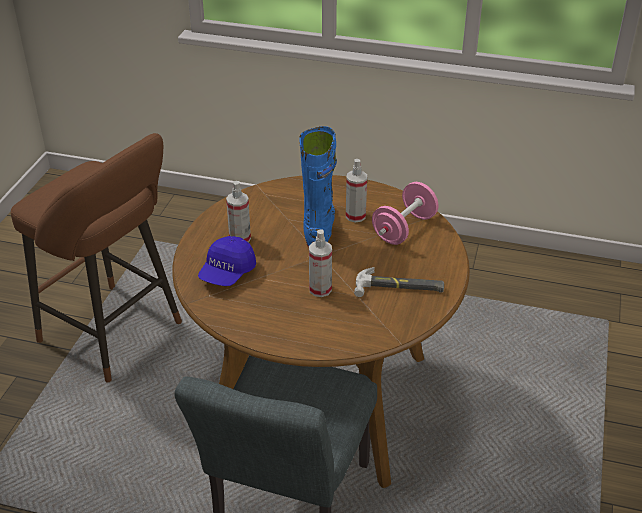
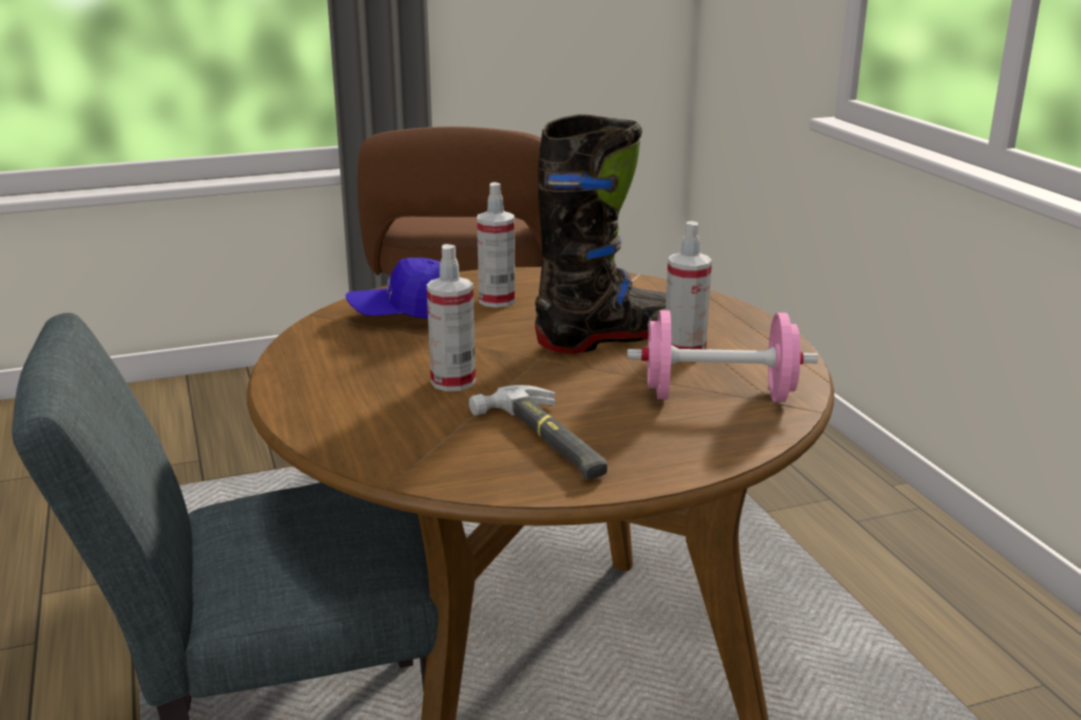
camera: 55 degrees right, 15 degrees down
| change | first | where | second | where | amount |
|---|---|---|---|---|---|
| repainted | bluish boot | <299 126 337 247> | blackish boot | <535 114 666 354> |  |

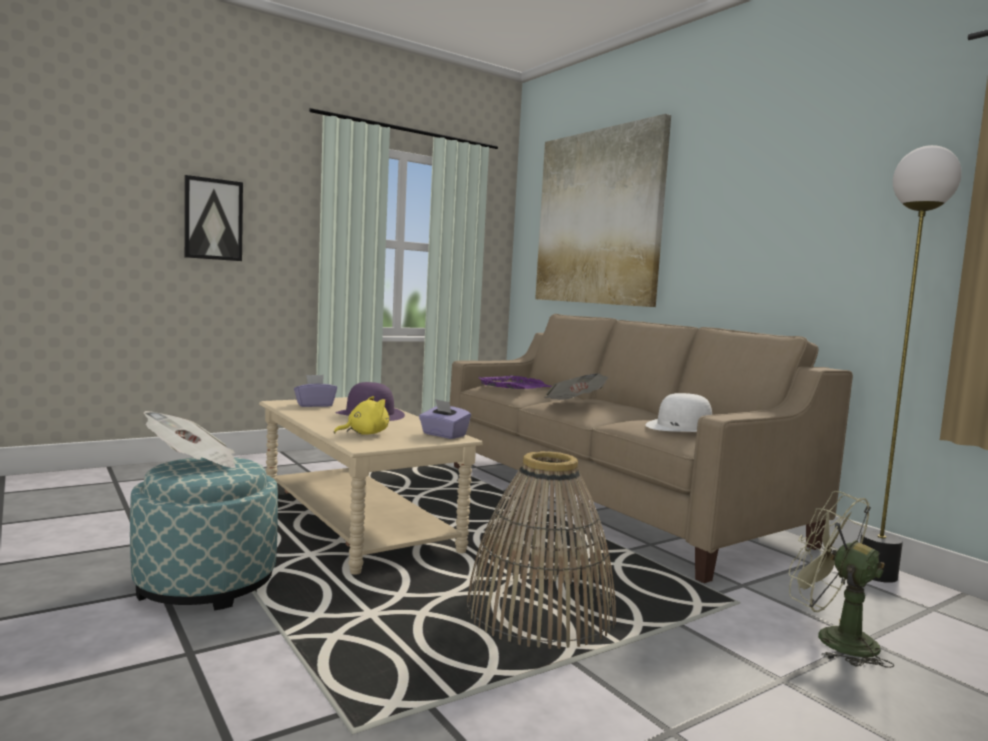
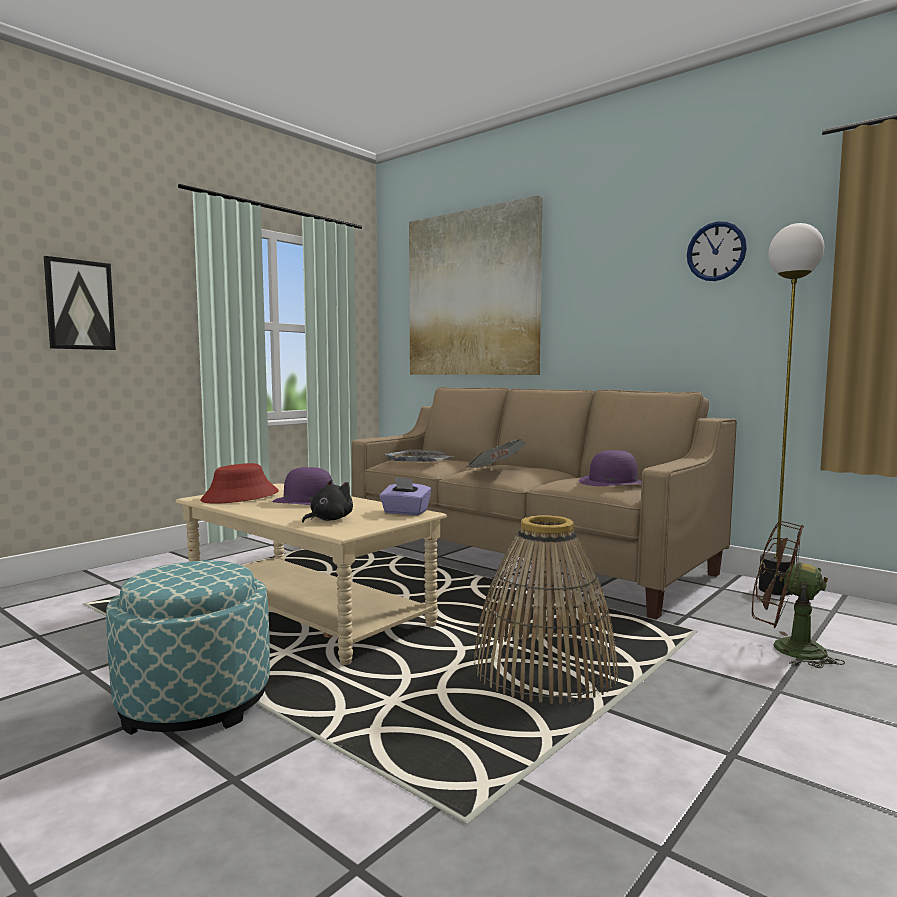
camera: 15 degrees left, 0 degrees up
| change | first | where | second | where | amount |
|---|---|---|---|---|---|
| gone | daily paper | <144 411 236 468> |  |  |  |
| new |  |  | hanging clock | <687 221 747 281> |  |
| swapped | purplish tissue holder | <294 375 337 407> | red clothing hat | <200 463 279 504> |  |
| repainted | yellowish plush toy | <334 396 389 435> | blackish plush toy | <302 480 353 523> |  |
| repainted | purplish tray | <478 375 551 389> | grey tray | <384 449 454 462> |  |
| repainted | white clothing hat | <645 393 712 432> | purplish clothing hat | <579 450 642 486> |  |
| repainted | green-coloured cooling fan | <789 491 894 668> | brownish cooling fan | <752 521 845 668> |  |

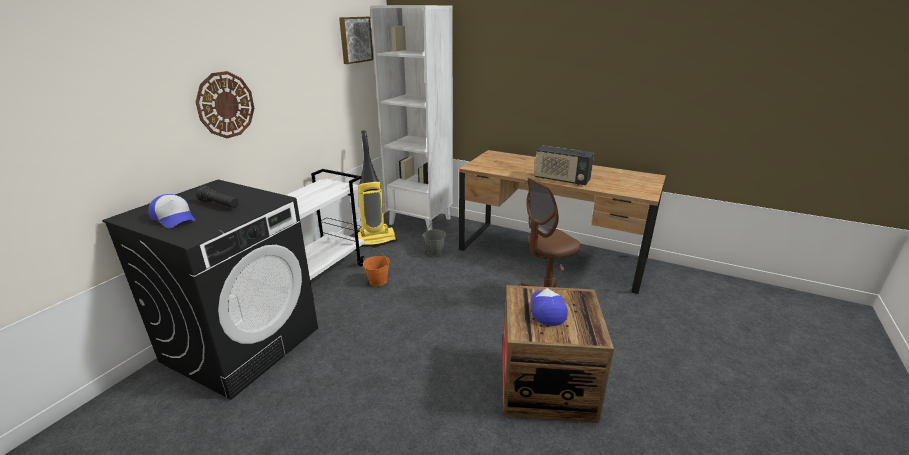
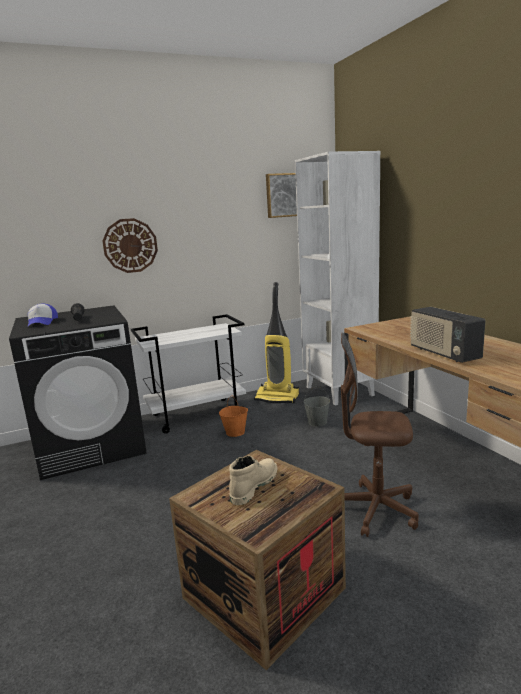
camera: 40 degrees right, 10 degrees down
| change | first | where | second | where | amount |
|---|---|---|---|---|---|
| swapped | cap | <531 288 568 326> | beige-coloured boot | <229 456 277 505> |  |

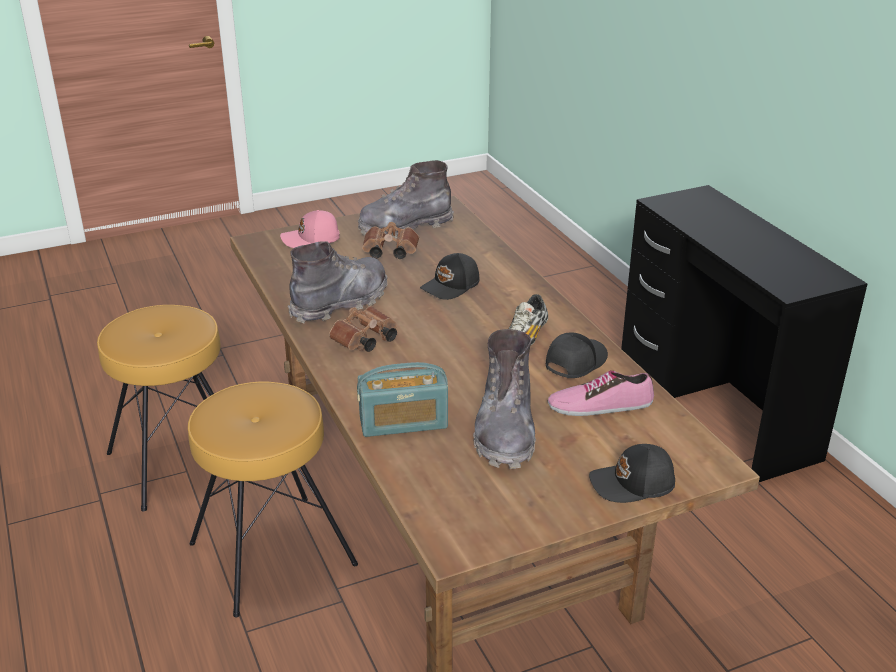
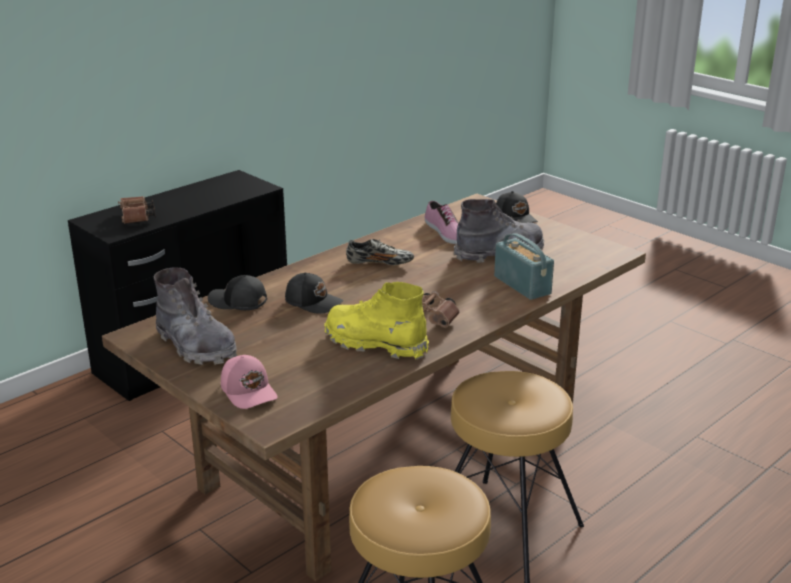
camera: 110 degrees left, 5 degrees down
| change | first | where | second | where | amount |
|---|---|---|---|---|---|
| shifted | brownish binoculars | <362 222 419 259> |  | <118 196 156 224> |  |
| shifted | blackish cap | <546 332 608 378> |  | <208 275 267 310> |  |
| repainted | grey boot | <288 241 388 324> | yellowish boot | <324 282 429 359> |  |

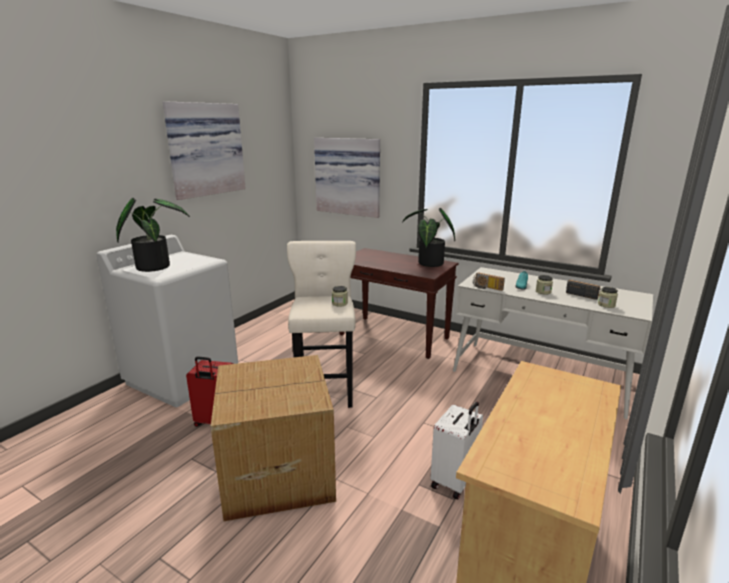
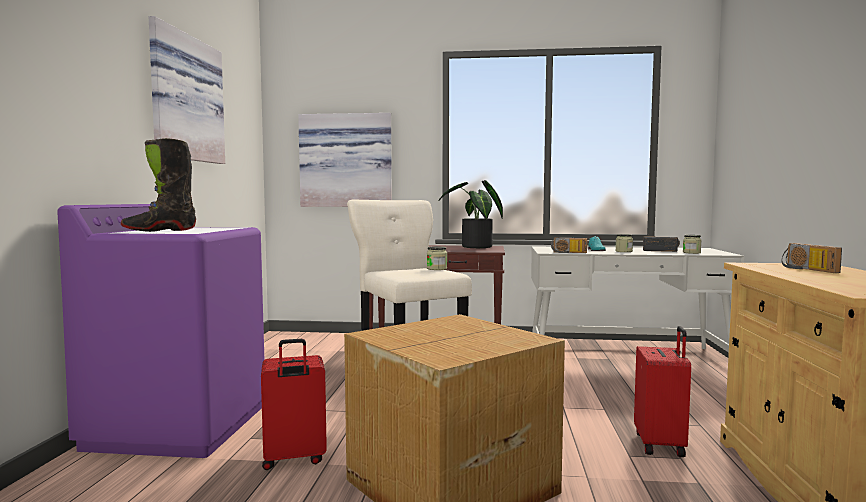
camera: 25 degrees left, 15 degrees down
| change | first | where | second | where | amount |
|---|---|---|---|---|---|
| new |  |  | radio set | <782 243 842 273> |  |
| swapped | plant in a pot | <116 198 190 272> | blackish boot | <121 138 196 232> |  |
| repainted | white laundry appliance | <96 235 238 407> | purplish laundry appliance | <57 204 264 458> |  |
| repainted | white suitcase | <431 402 483 499> | red suitcase | <634 326 691 457> |  |

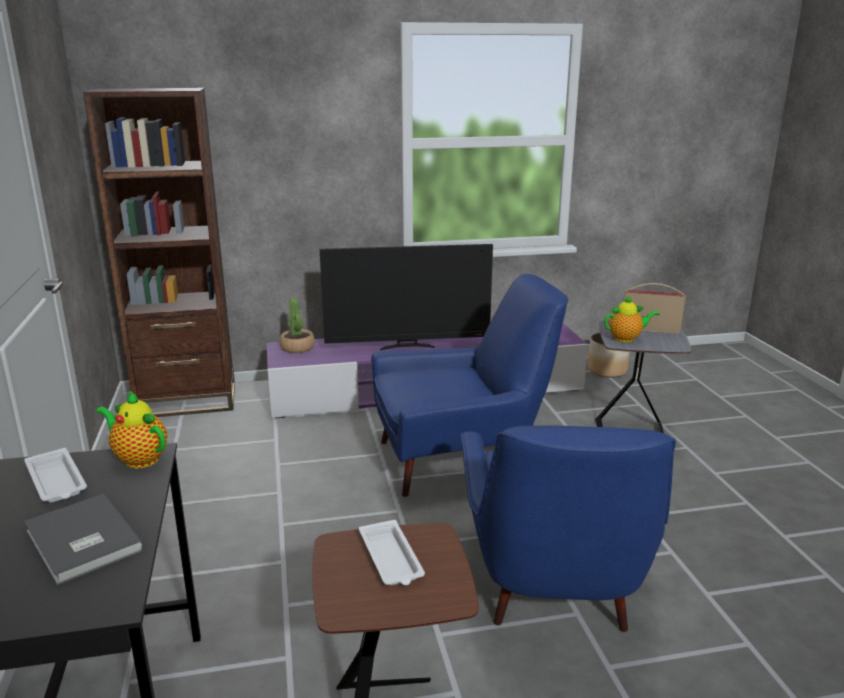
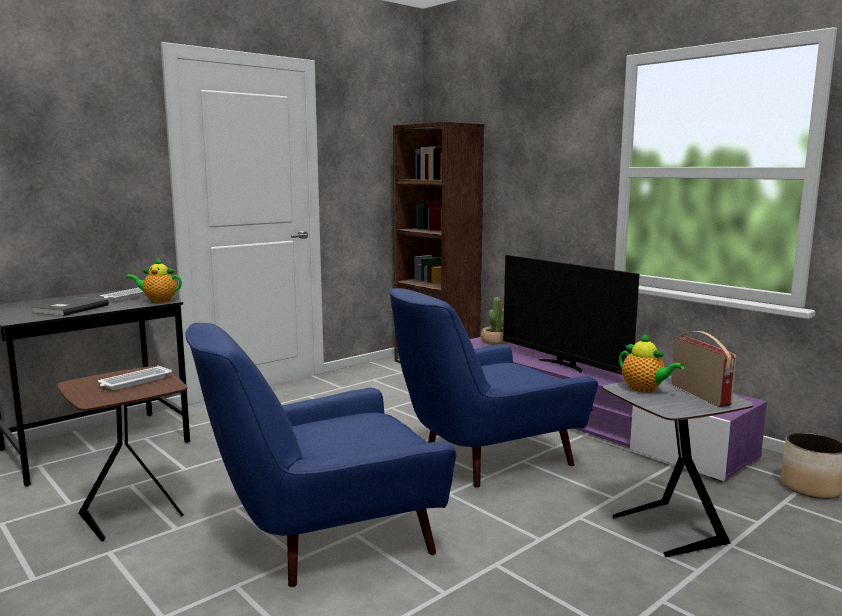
camera: 60 degrees right, 10 degrees down
| change | first | where | second | where | amount |
|---|---|---|---|---|---|
| rotated | teapot | <96 391 167 469> |  | <126 258 182 303> | 90 degrees counterclockwise |
| rotated | bluish armchair | <371 274 568 497> |  | <389 288 598 488> | 105 degrees clockwise |

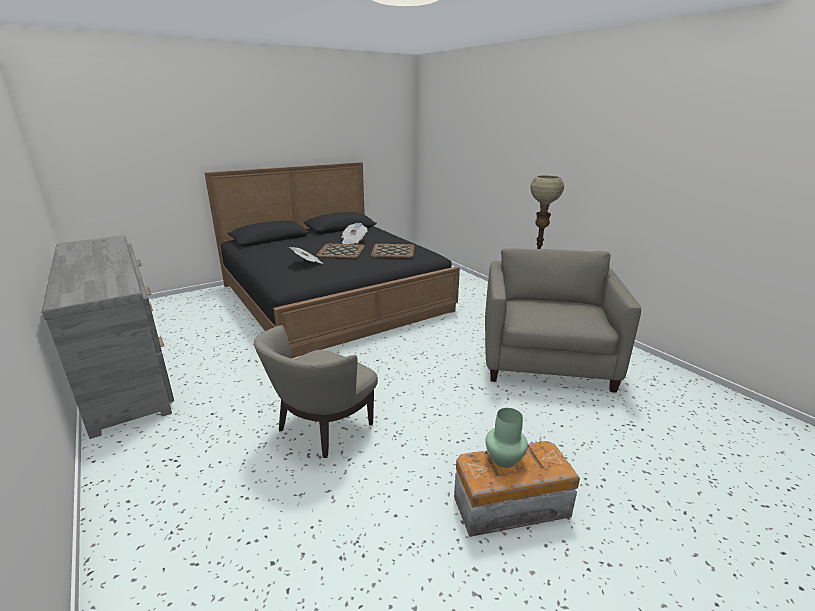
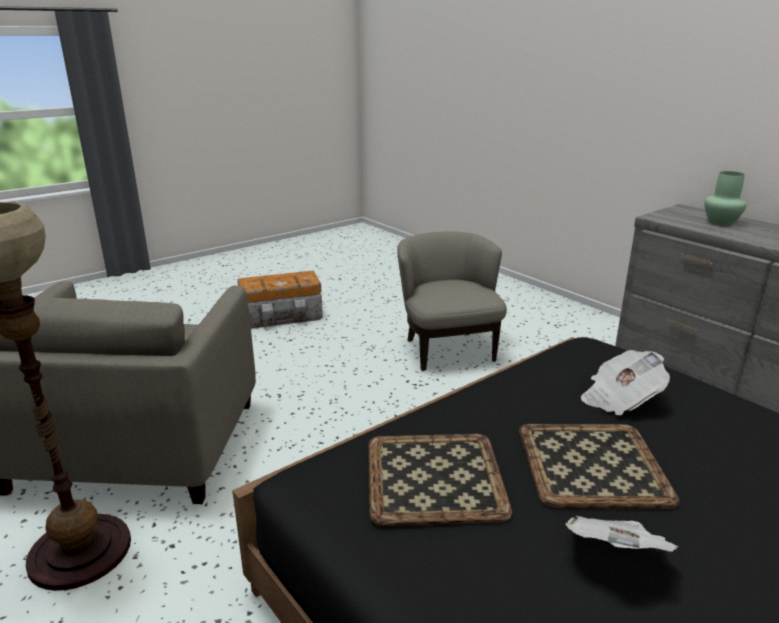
camera: 175 degrees right, 0 degrees up
| change | first | where | second | where | amount |
|---|---|---|---|---|---|
| shifted | green-coloured decorative vase | <486 408 528 468> |  | <704 171 747 226> |  |
| rotated | beige-coloured armchair | <254 325 378 458> |  | <397 231 507 371> | 45 degrees counterclockwise |

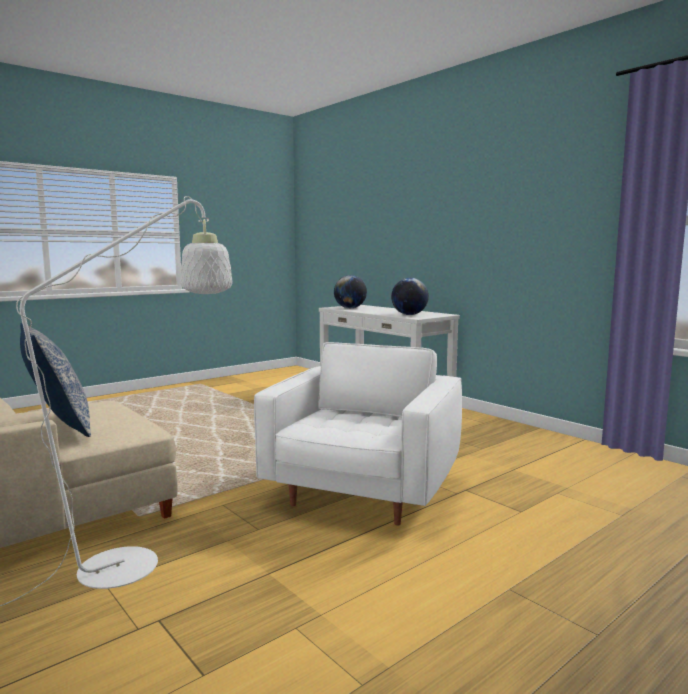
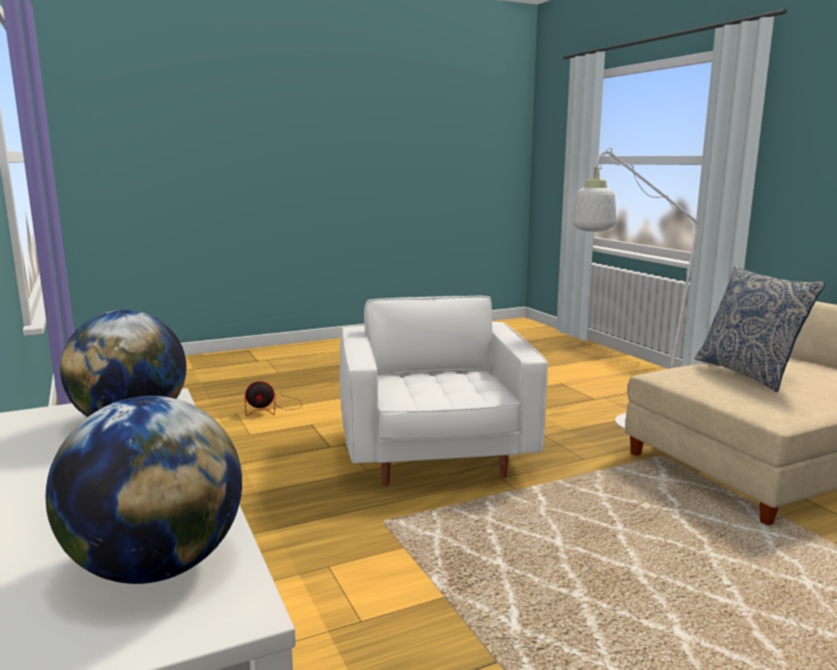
camera: 165 degrees left, 5 degrees up
| change | first | where | second | where | amount |
|---|---|---|---|---|---|
| new |  |  | cooling fan | <245 381 302 416> |  |
| rotated | white armchair | <254 342 462 525> |  | <340 296 548 486> | 135 degrees clockwise |

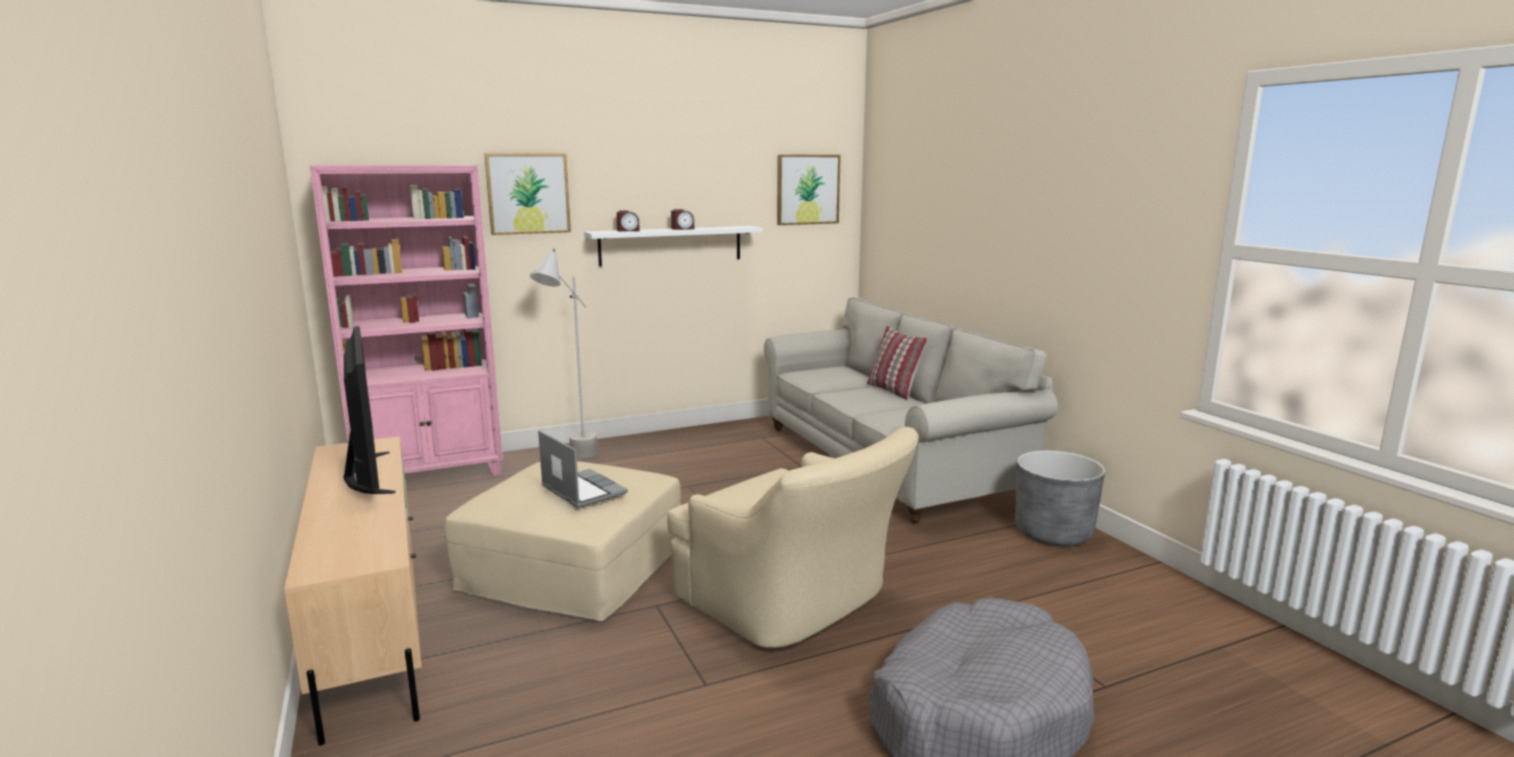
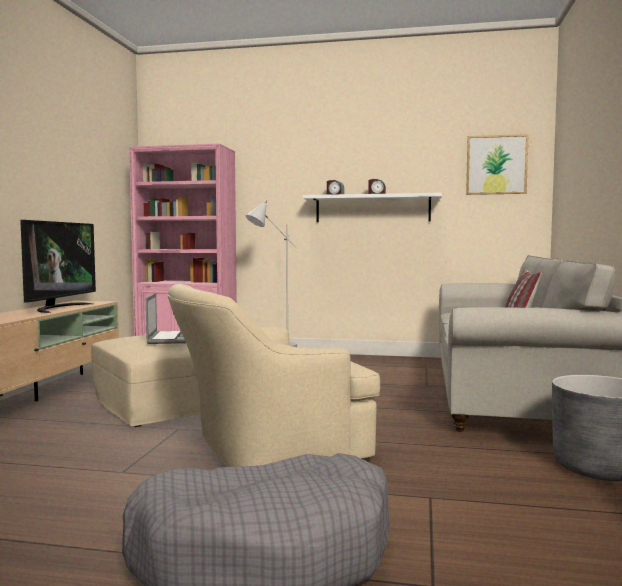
camera: 35 degrees right, 10 degrees down
| change | first | where | second | where | amount |
|---|---|---|---|---|---|
| gone | picture | <484 153 571 235> |  |  |  |
| rotated | beige-coloured armchair | <667 427 919 648> |  | <167 284 380 467> | 75 degrees clockwise |

